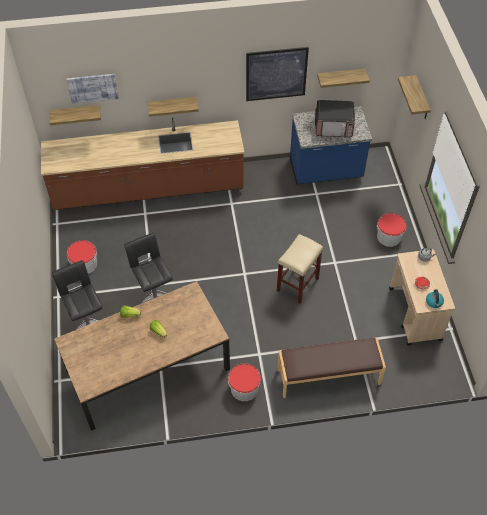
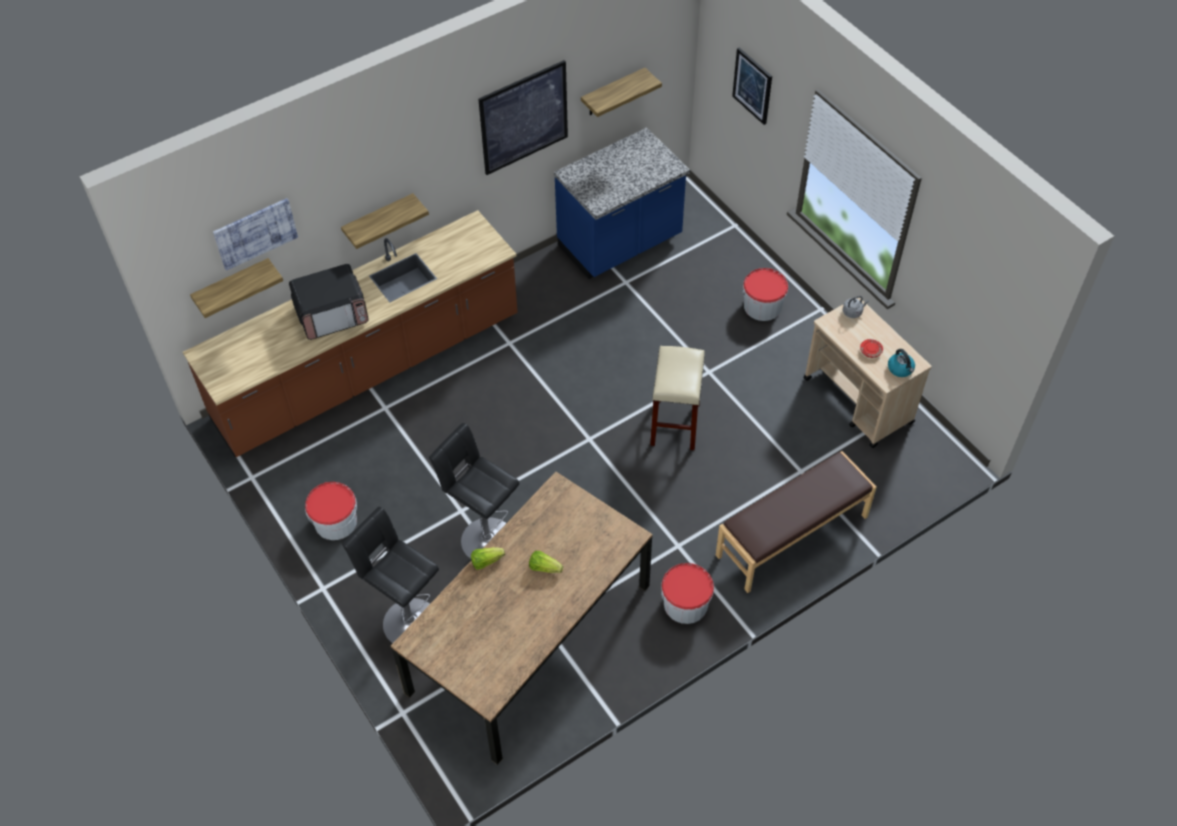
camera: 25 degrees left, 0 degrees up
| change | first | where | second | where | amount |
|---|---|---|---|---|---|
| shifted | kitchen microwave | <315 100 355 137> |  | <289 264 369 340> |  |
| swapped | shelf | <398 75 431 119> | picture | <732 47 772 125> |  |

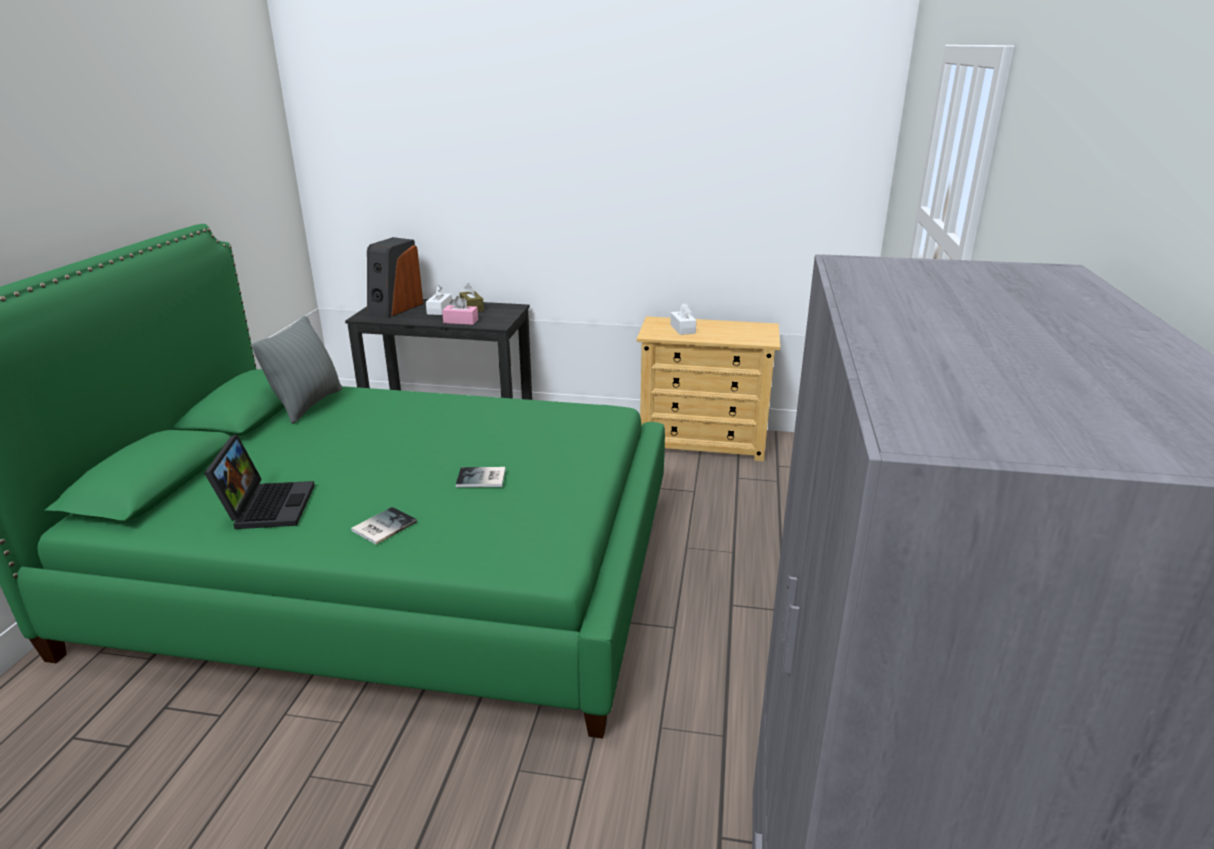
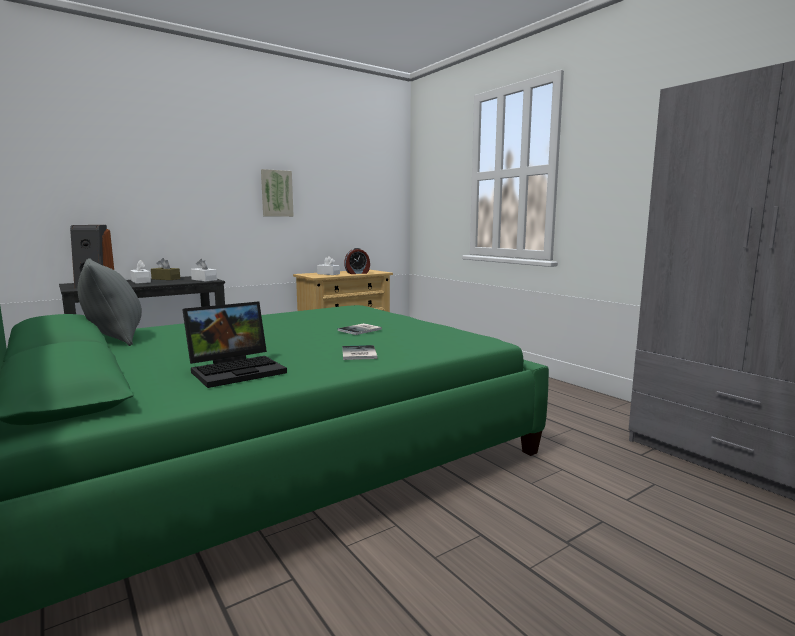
camera: 45 degrees left, 15 degrees down
| change | first | where | second | where | amount |
|---|---|---|---|---|---|
| gone | pink tissue holder | <442 296 478 325> |  |  |  |
| new |  |  | white tissue holder | <191 259 217 281> |  |
| new |  |  | picture | <261 169 294 217> |  |
| new |  |  | table clock | <344 248 370 274> |  |
| rotated | laptop | <204 434 315 529> |  | <182 301 287 388> | 105 degrees clockwise |

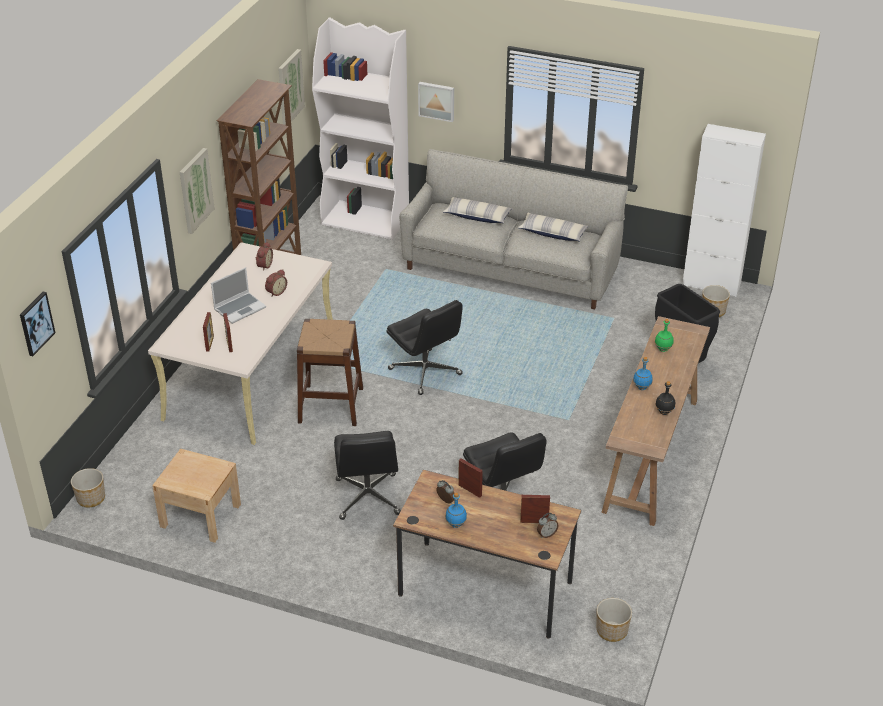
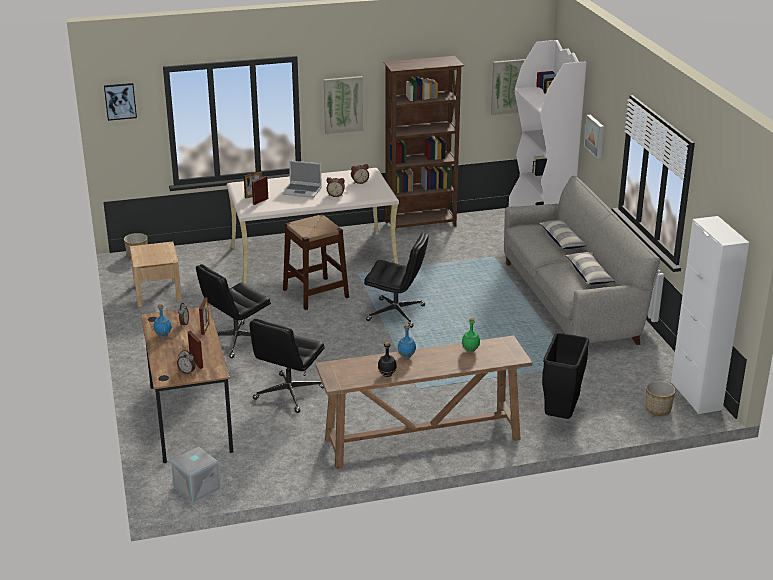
camera: 55 degrees right, 10 degrees down
| change | first | where | second | where | amount |
|---|---|---|---|---|---|
| swapped | planter | <597 598 632 642> | grey storage bin | <171 447 221 503> |  |
| rotated | blackish desk chair | <386 300 463 395> |  | <364 233 429 328> | 90 degrees counterclockwise |

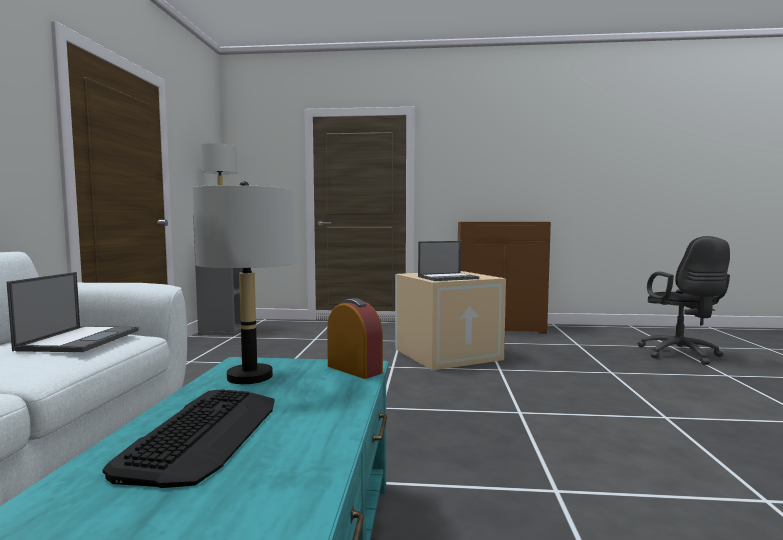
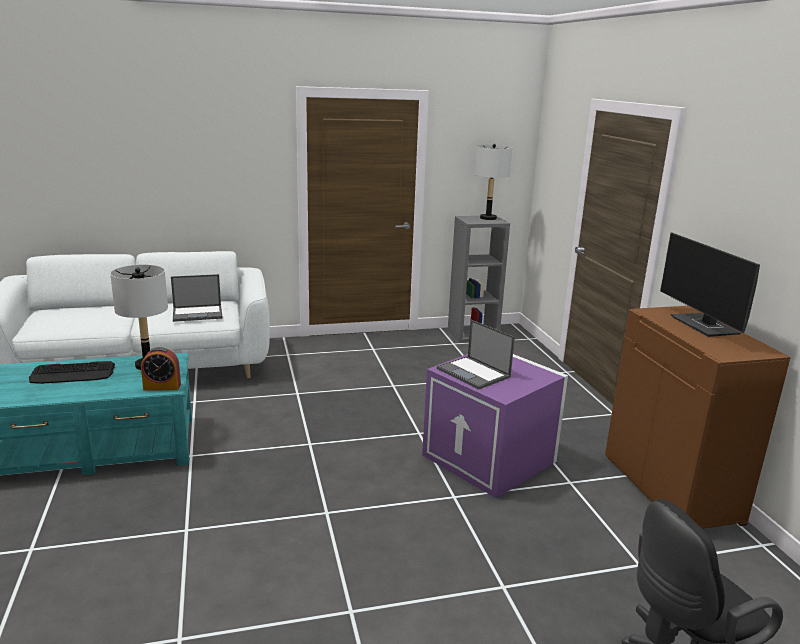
camera: 70 degrees right, 15 degrees up
| change | first | where | second | where | amount |
|---|---|---|---|---|---|
| new |  |  | monitor | <660 232 760 337> |  |
| repainted | beige-coloured storage bin | <395 271 506 370> | purplish storage bin | <422 354 568 498> |  |
| rotated | table clock | <327 298 383 379> |  | <141 347 181 391> | 60 degrees clockwise |

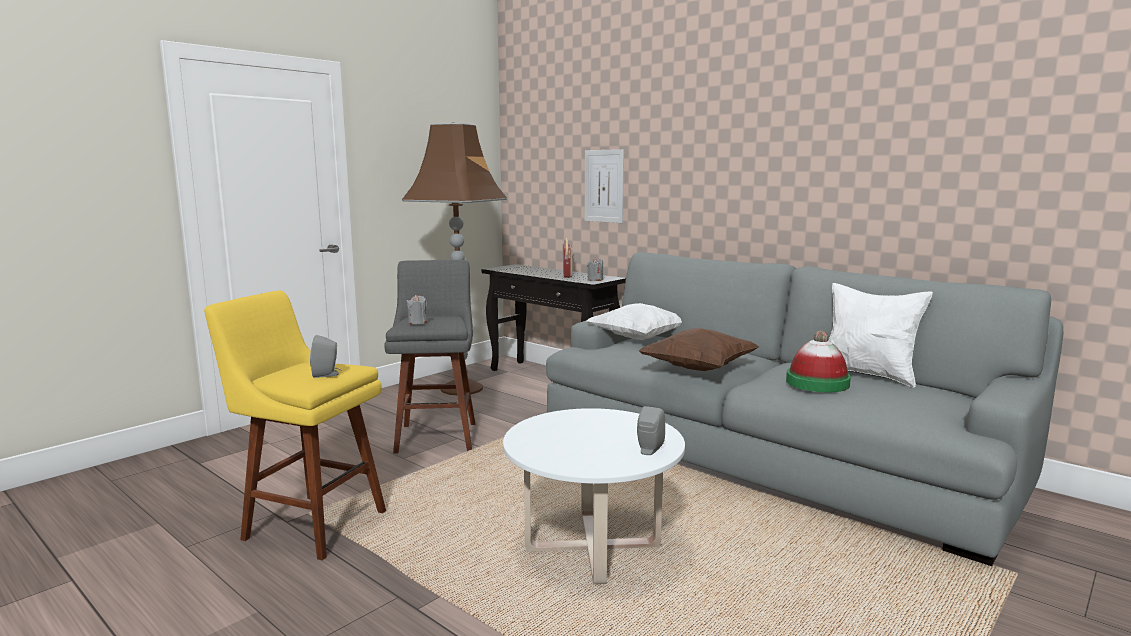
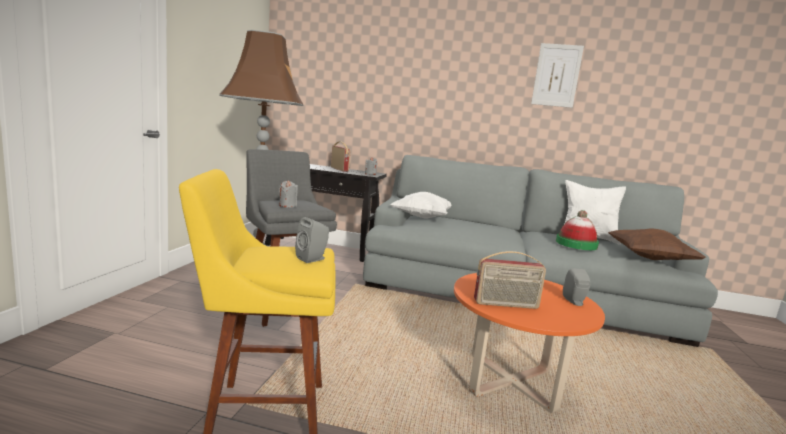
camera: 30 degrees left, 0 degrees up
| change | first | where | second | where | amount |
|---|---|---|---|---|---|
| new |  |  | radio set | <474 251 546 309> |  |
| shifted | picture | <585 149 624 223> |  | <531 43 584 108> |  |
| shifted | brownish throw pillow | <639 328 759 371> |  | <608 228 706 260> |  |
| repainted | white low table | <503 408 685 584> | orange low table | <454 273 605 413> |  |

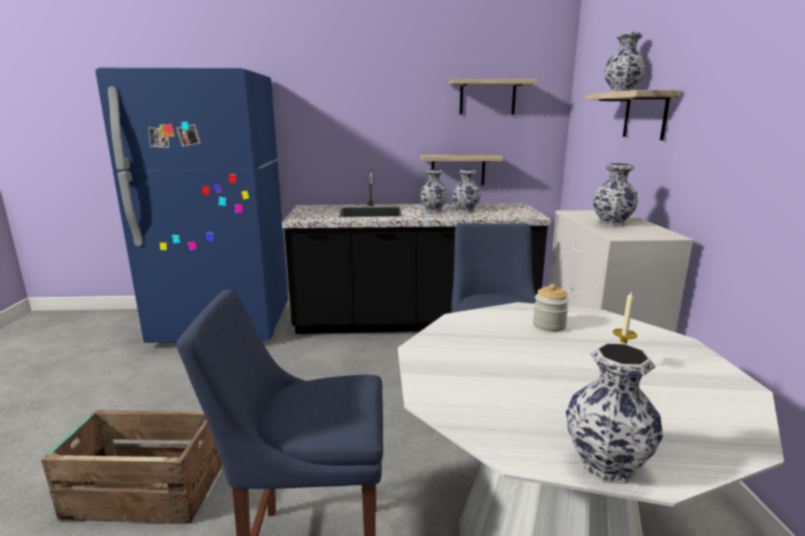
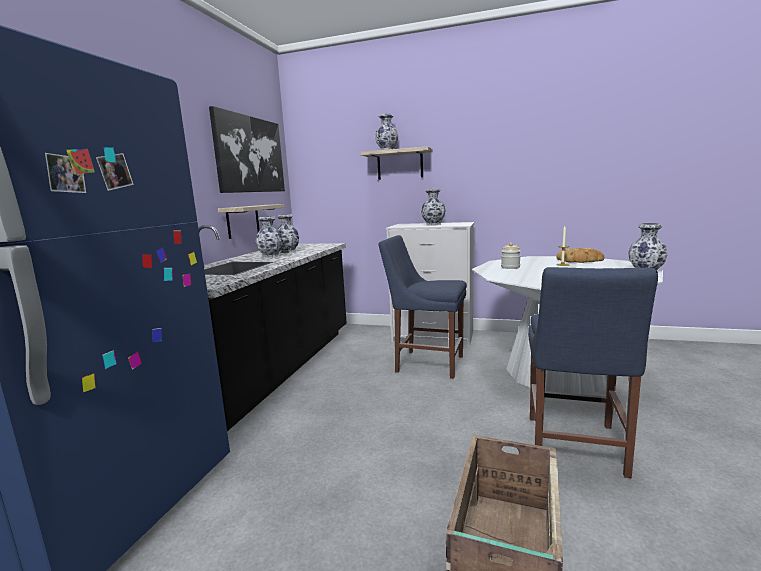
camera: 70 degrees left, 5 degrees down
| change | first | where | second | where | amount |
|---|---|---|---|---|---|
| new |  |  | bread | <556 248 604 263> |  |
| swapped | shelf | <449 79 537 114> | picture | <209 106 285 193> |  |

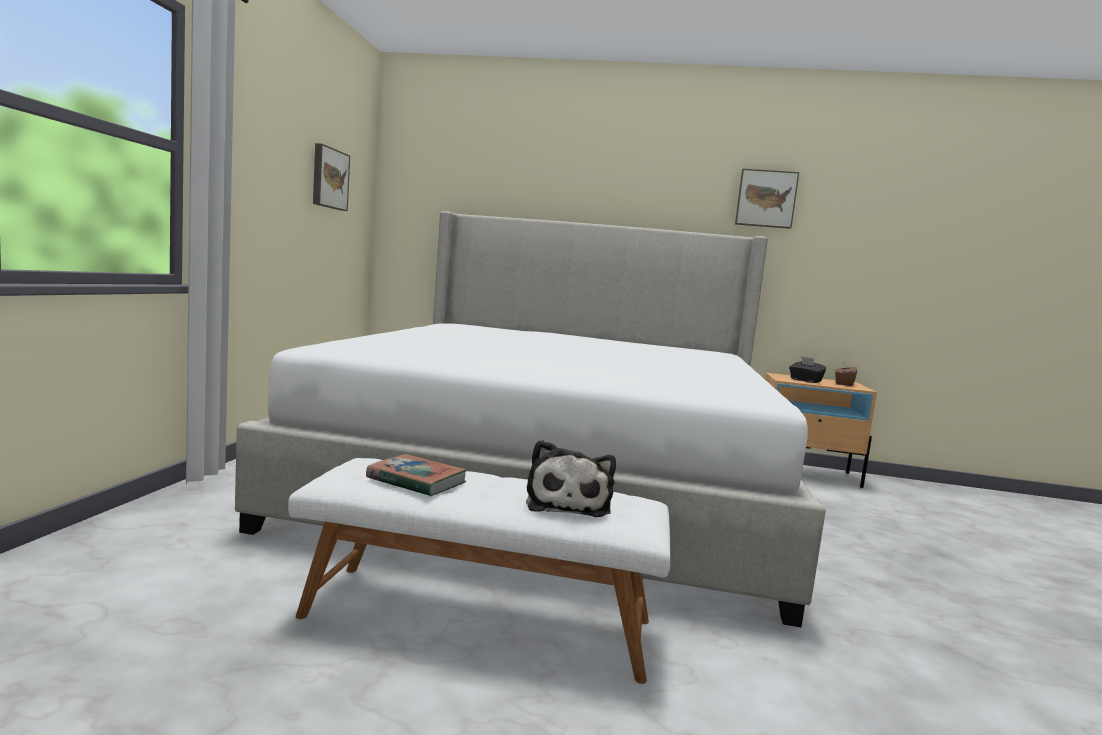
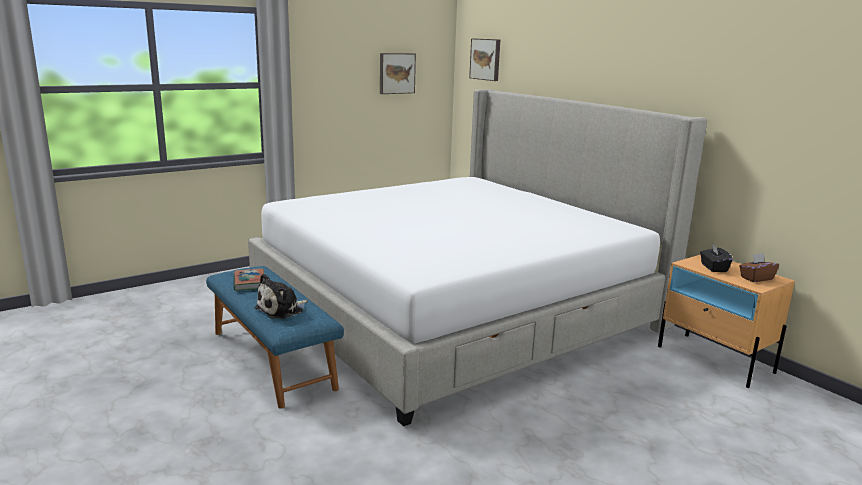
camera: 45 degrees right, 10 degrees up
| change | first | where | second | where | amount |
|---|---|---|---|---|---|
| shifted | picture | <735 169 799 229> |  | <469 38 500 81> |  |
| repainted | white long seat | <288 458 671 684> | bluish long seat | <206 266 344 409> |  |

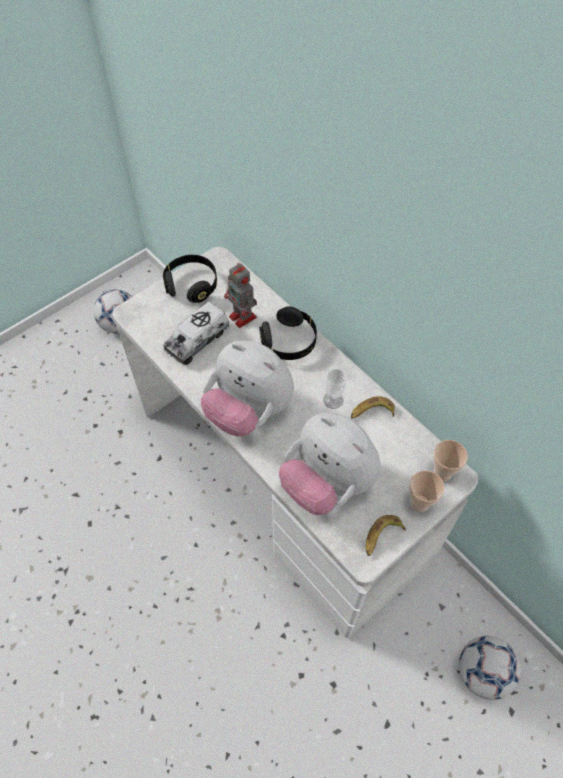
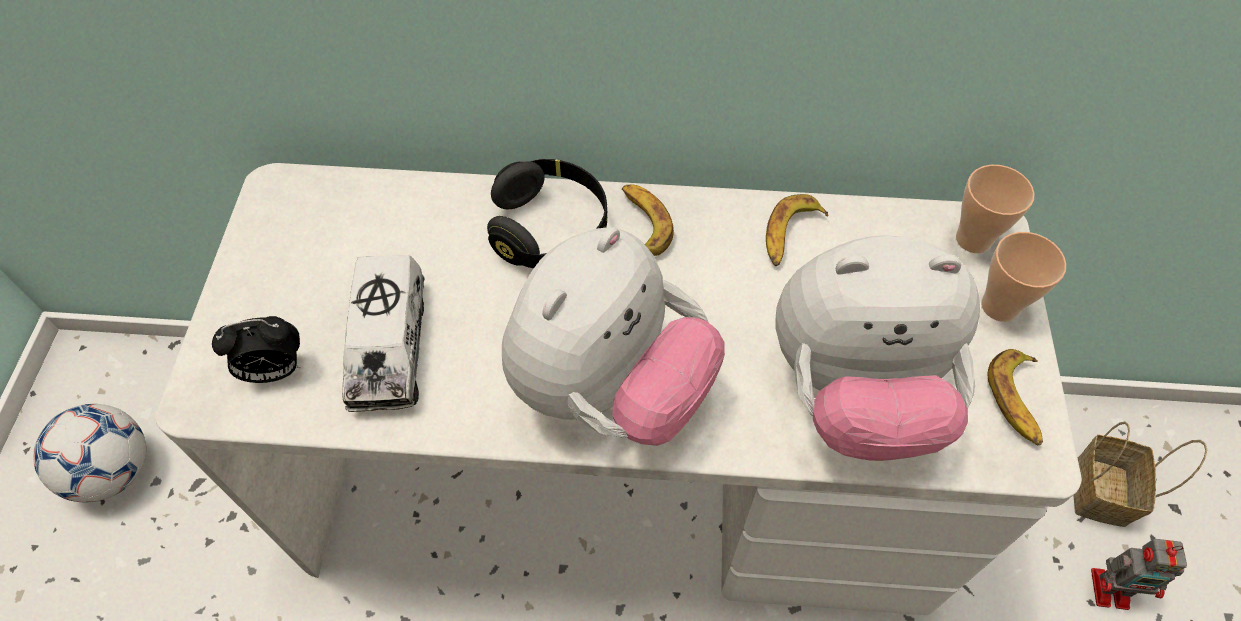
camera: 45 degrees left, 0 degrees up
| change | first | where | second | where | amount |
|---|---|---|---|---|---|
| gone | blackish headphones | <163 255 217 303> |  |  |  |
| gone | drinking cup | <323 369 346 409> |  |  |  |
| new |  |  | table clock | <212 316 300 383> |  |
| new |  |  | whole banana | <622 184 674 256> |  |
| shifted | toy robot | <224 263 257 328> |  | <1091 539 1187 610> |  |
| swapped | football | <459 636 521 700> | household basket | <1074 421 1207 527> |  |
| rotated | plush toy | <201 341 294 436> |  | <502 227 725 446> | 45 degrees counterclockwise |

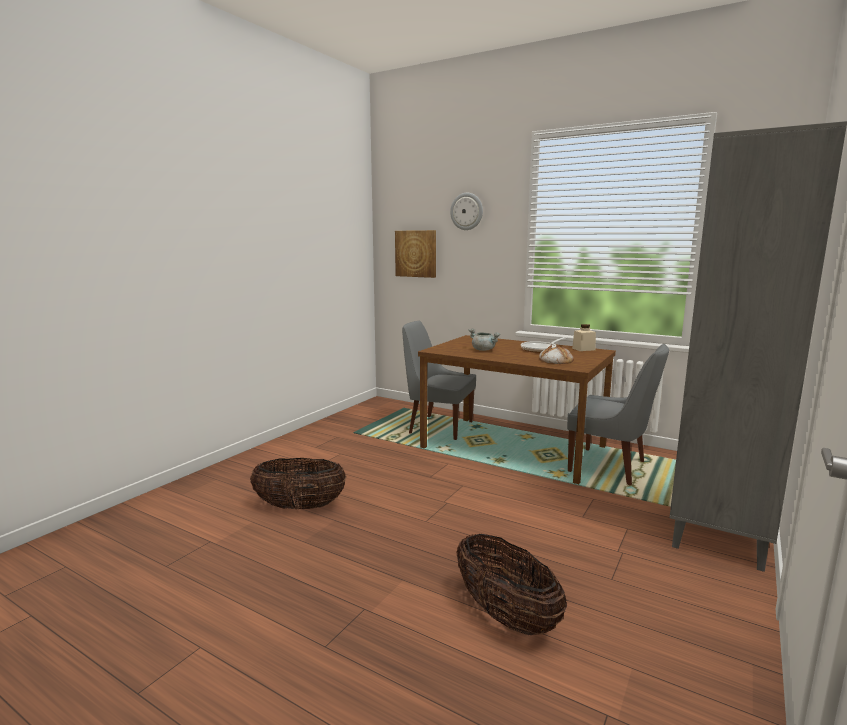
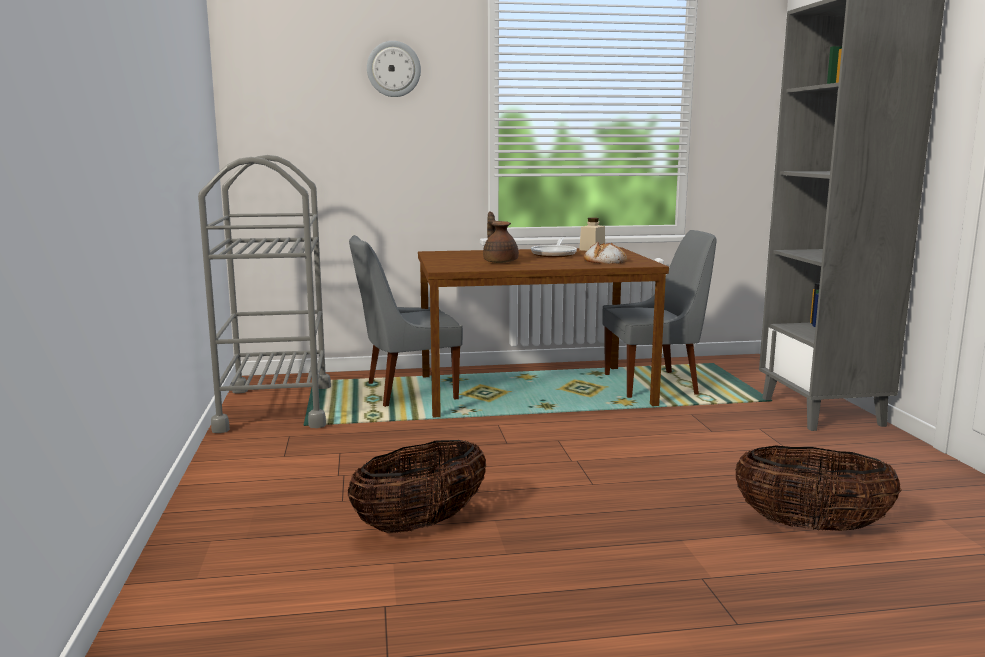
camera: 40 degrees left, 0 degrees up
| change | first | where | second | where | amount |
|---|---|---|---|---|---|
| gone | picture | <395 230 436 278> |  |  |  |
| new |  |  | grey cart | <198 155 331 433> |  |
| swapped | grey saucepot | <469 328 500 351> | brownish teapot | <483 211 519 263> |  |

